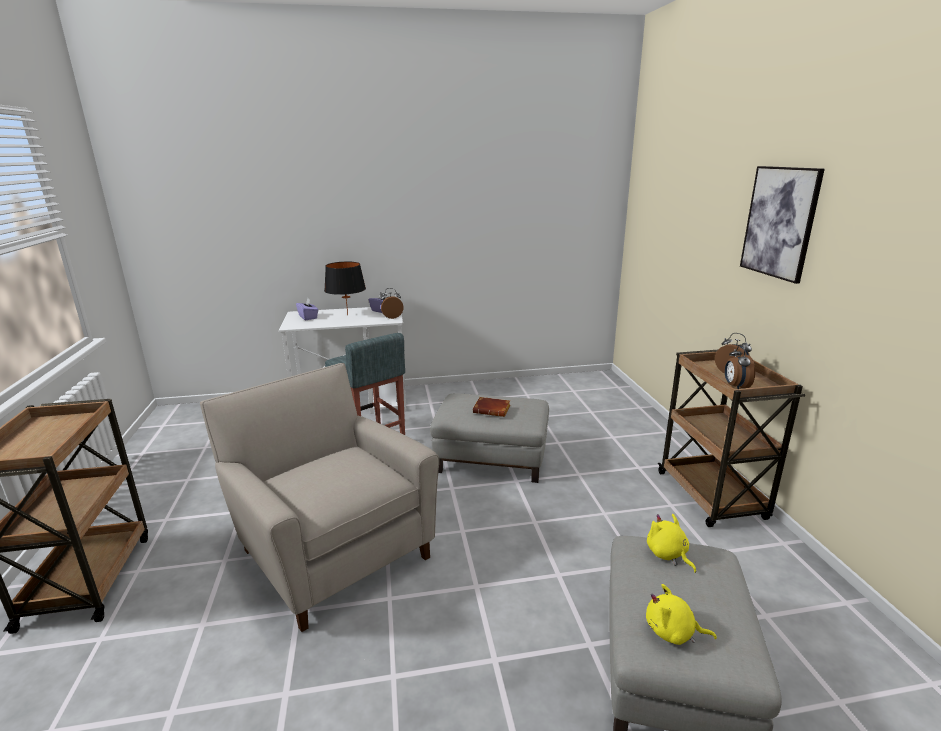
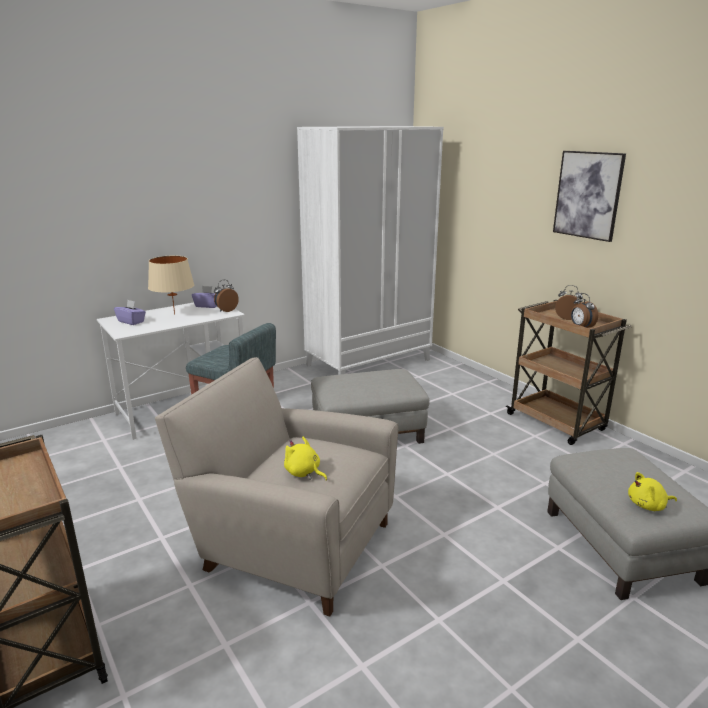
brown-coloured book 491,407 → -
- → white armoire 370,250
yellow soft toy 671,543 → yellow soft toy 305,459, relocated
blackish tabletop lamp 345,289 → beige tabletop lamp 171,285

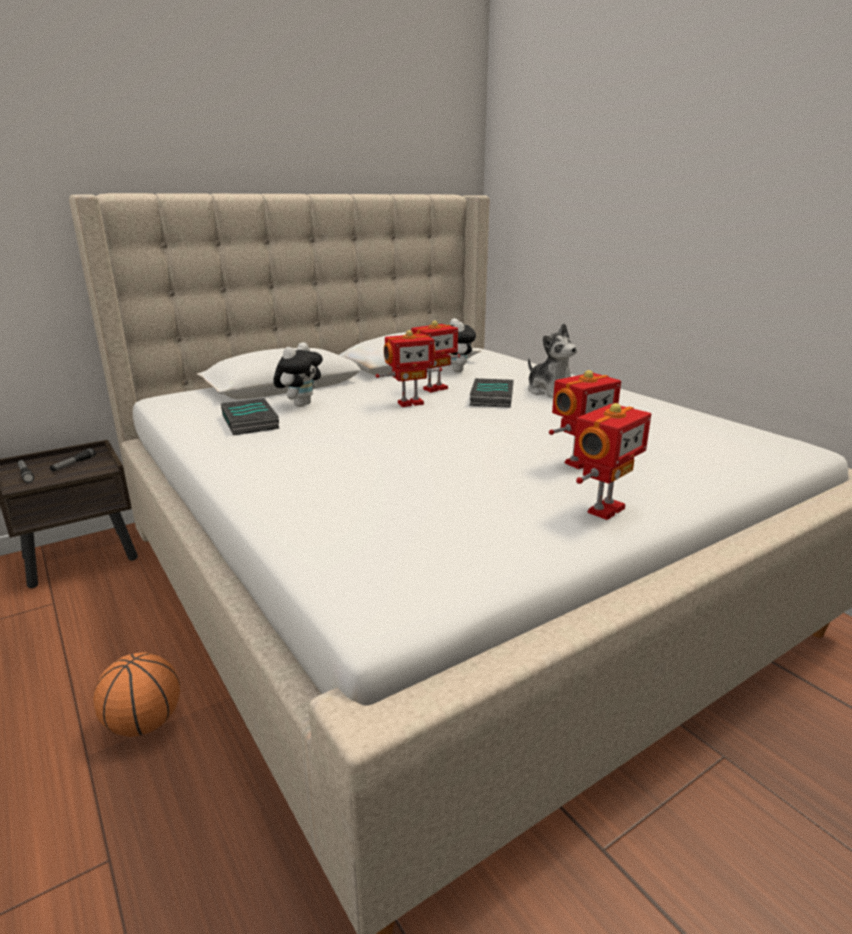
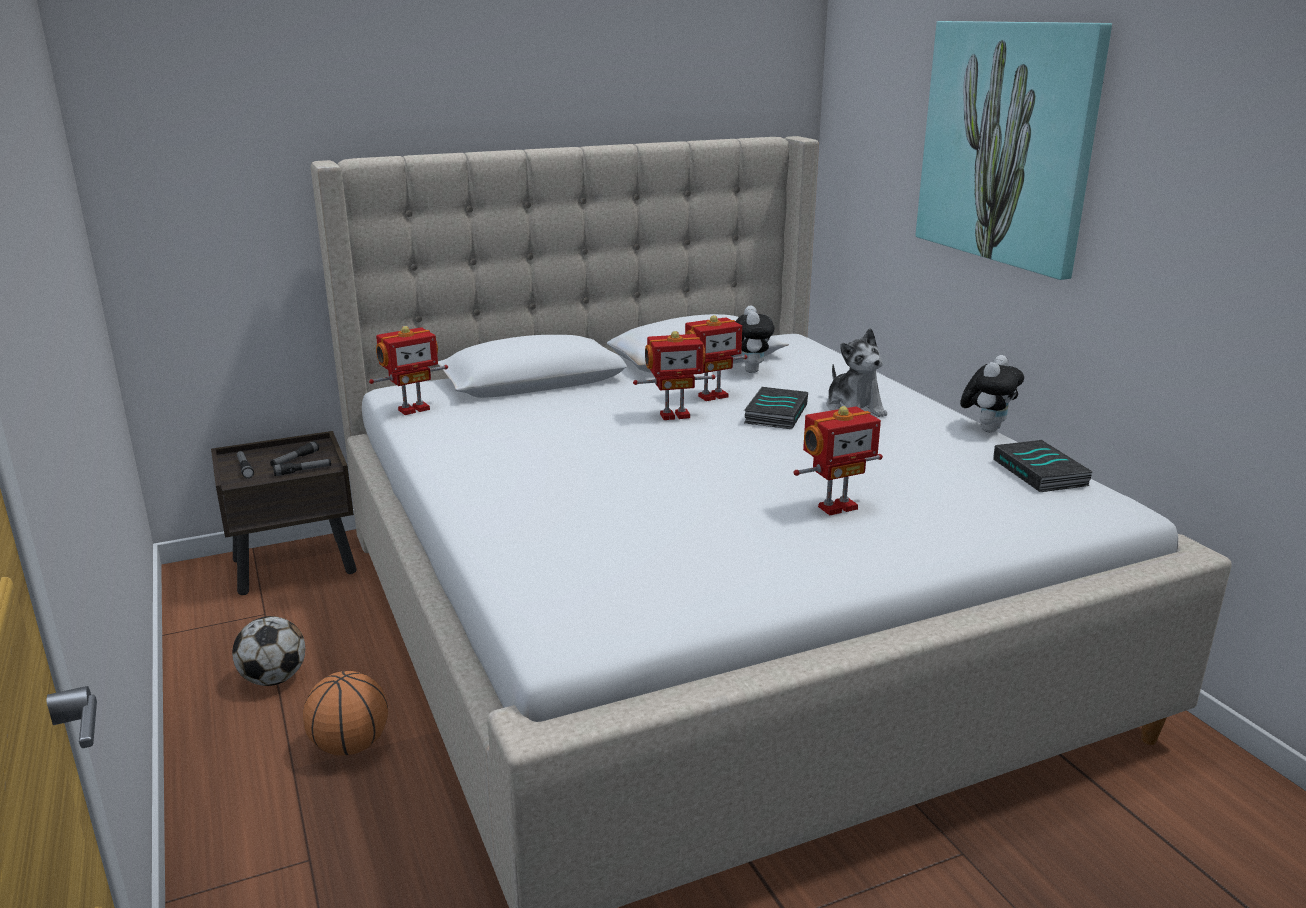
- → ball for football 268,651
- → hand torch 302,467
- → picture 1014,150
book 250,416 → book 1043,466, relocated
soft toy 298,374 → soft toy 992,394, relocated
robot figure 612,461 → robot figure 408,370, relocated

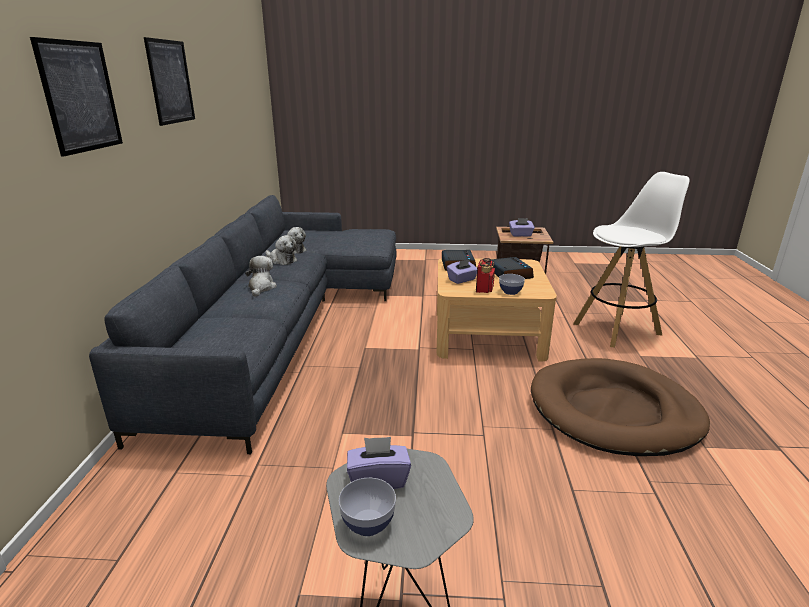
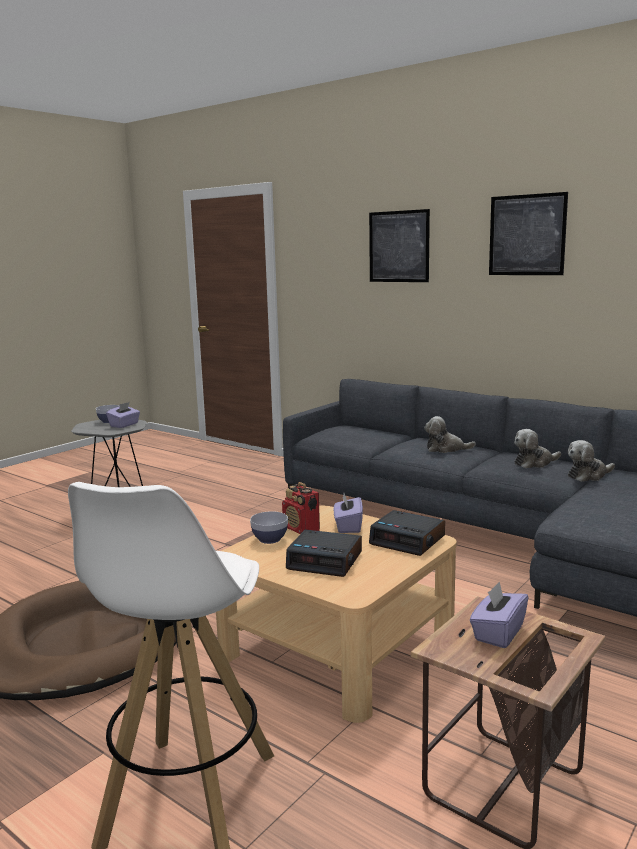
soft toy 261,276 → soft toy 450,434, 150 degrees clockwise

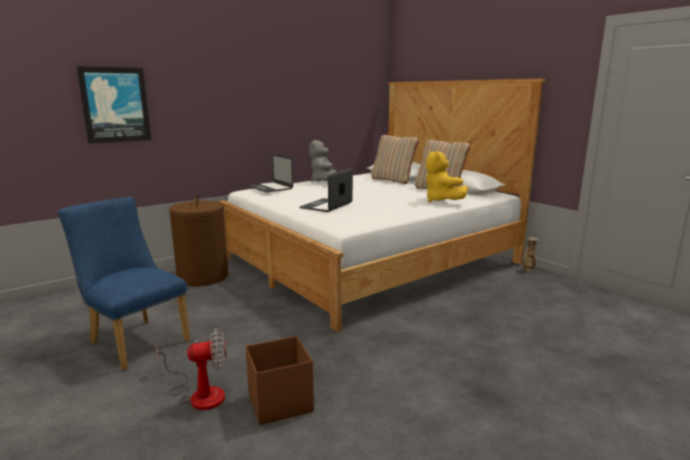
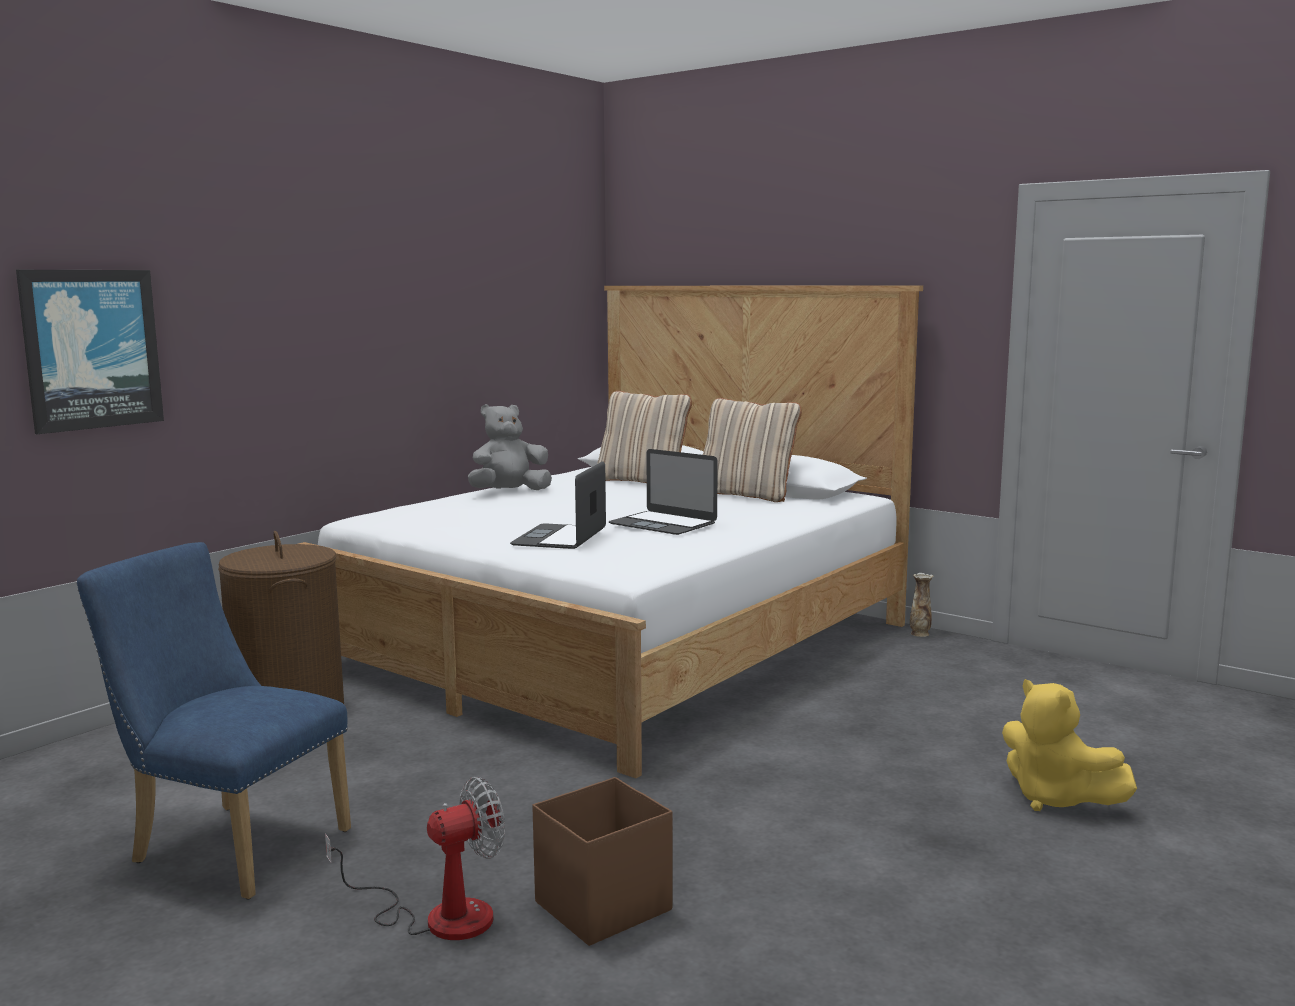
laptop 270,173 → laptop 663,492, relocated
yellow soft toy 447,177 → yellow soft toy 1069,745, relocated
greyish soft toy 323,161 → greyish soft toy 510,447, 75 degrees clockwise

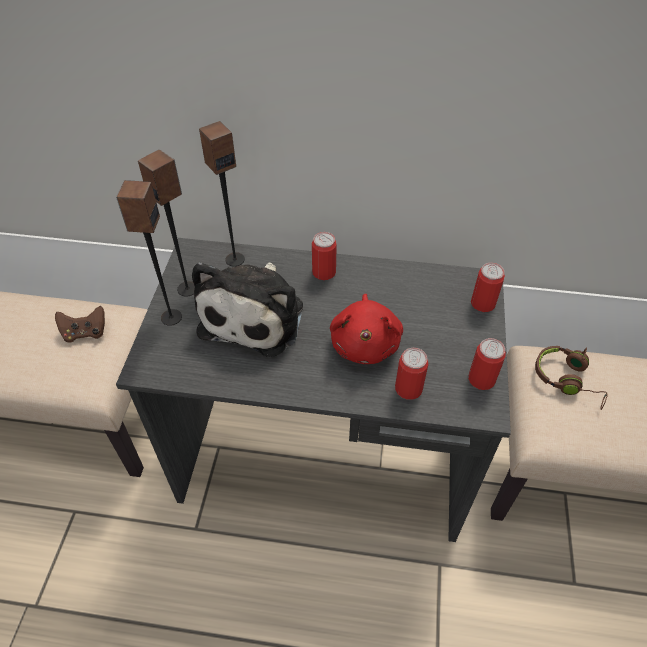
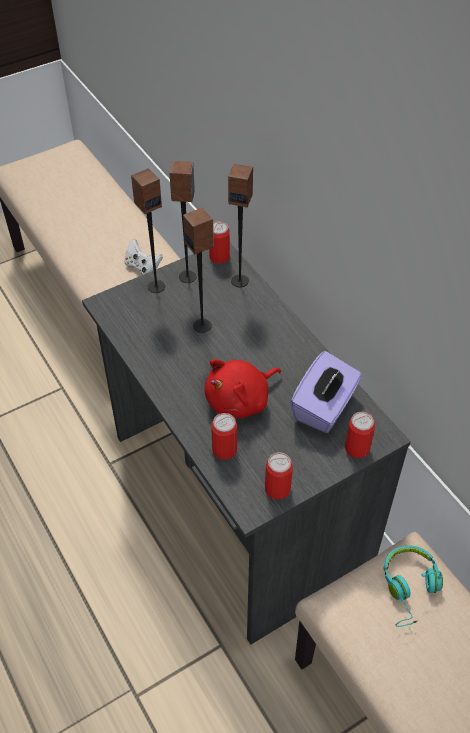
- → purple-coloured tissue box 326,392
sealed can 324,256 → sealed can 219,242, relocated
soft toy 247,309 → audio speaker 198,270
brown-coloured joypad 80,324 → white joypad 143,257
brown-coloured headset 571,378 → turquoise-coloured headset 413,586

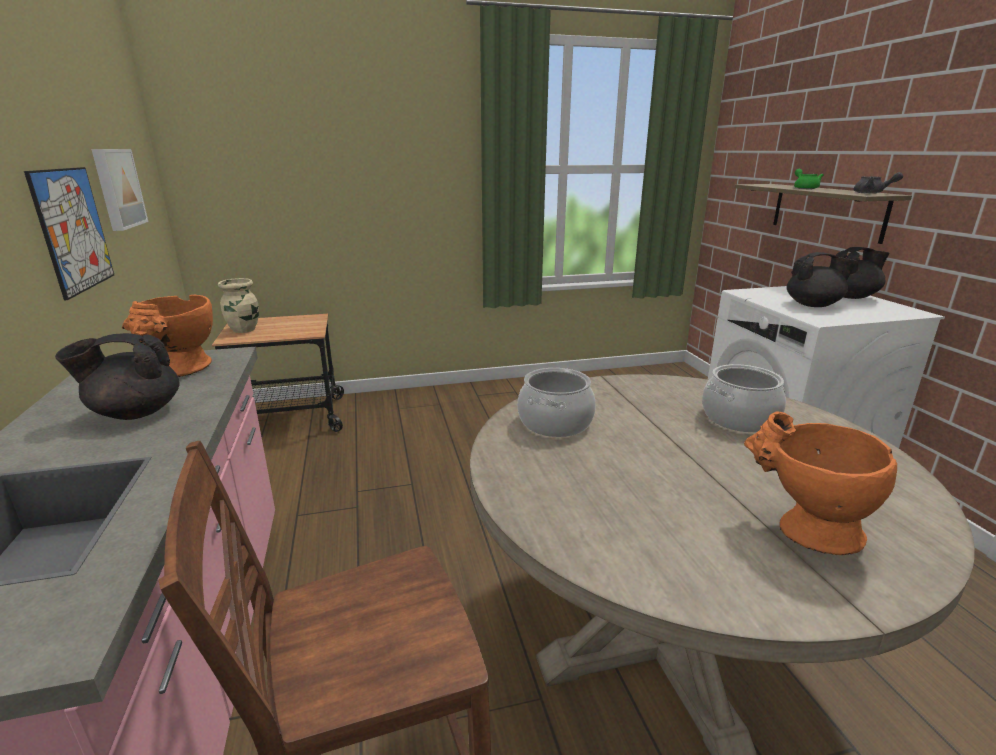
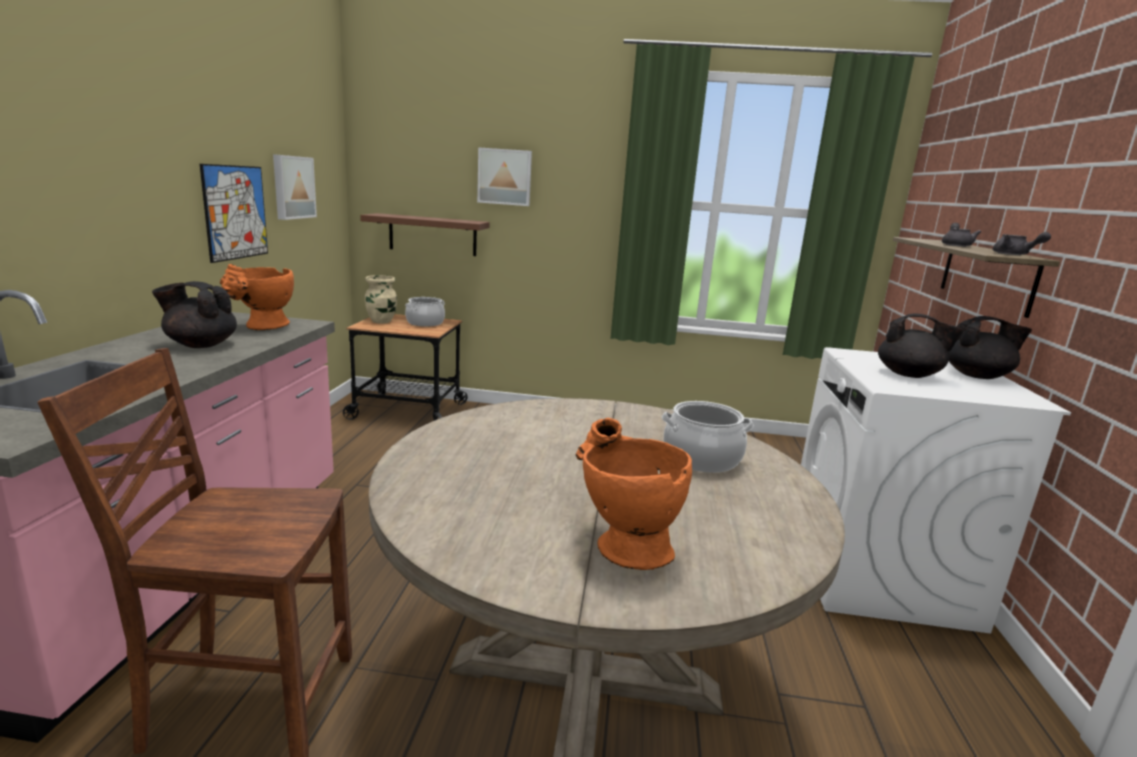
- → brown-coloured wall shelf 425,234
- → picture 504,176
stockpot 556,402 → stockpot 425,312, relocated
greenish pot for tea 809,179 → greyish pot for tea 961,235

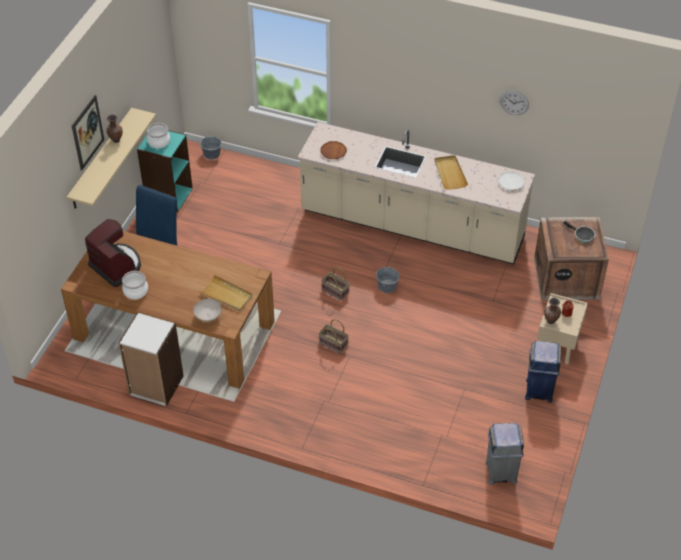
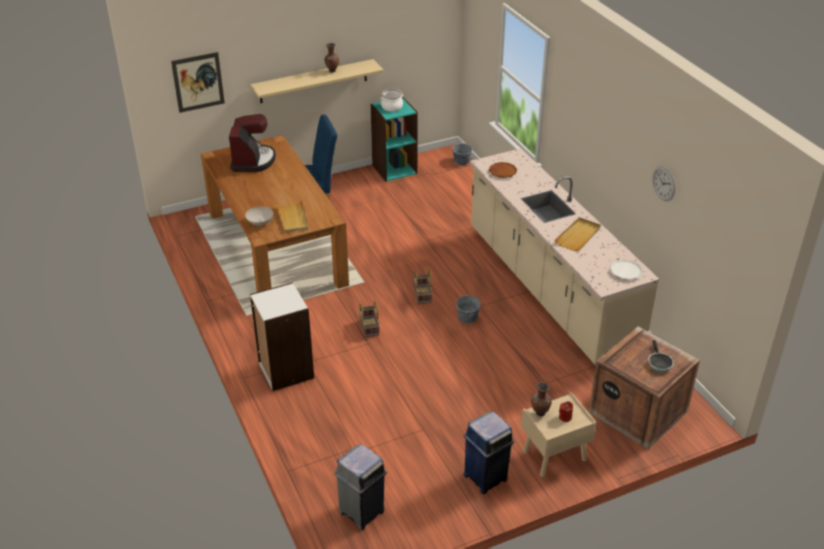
stockpot 135,285 → -
picture 88,133 → picture 198,82, relocated
white shelving unit 151,359 → white shelving unit 282,336, relocated

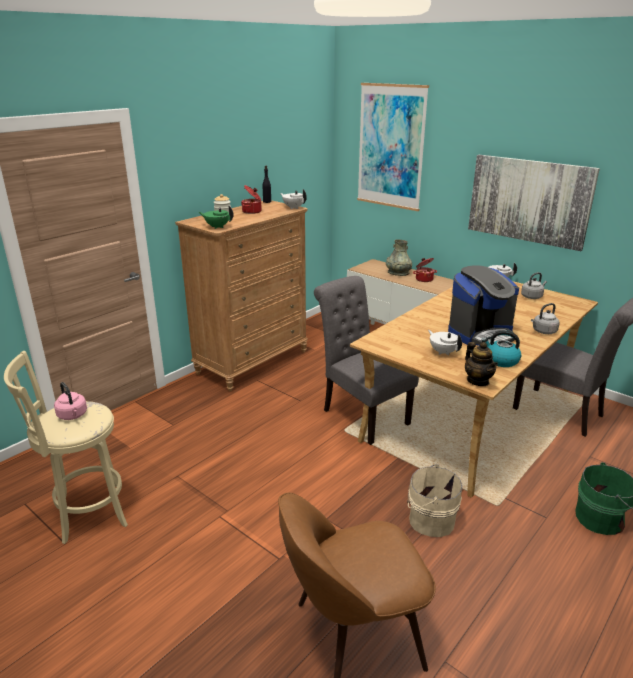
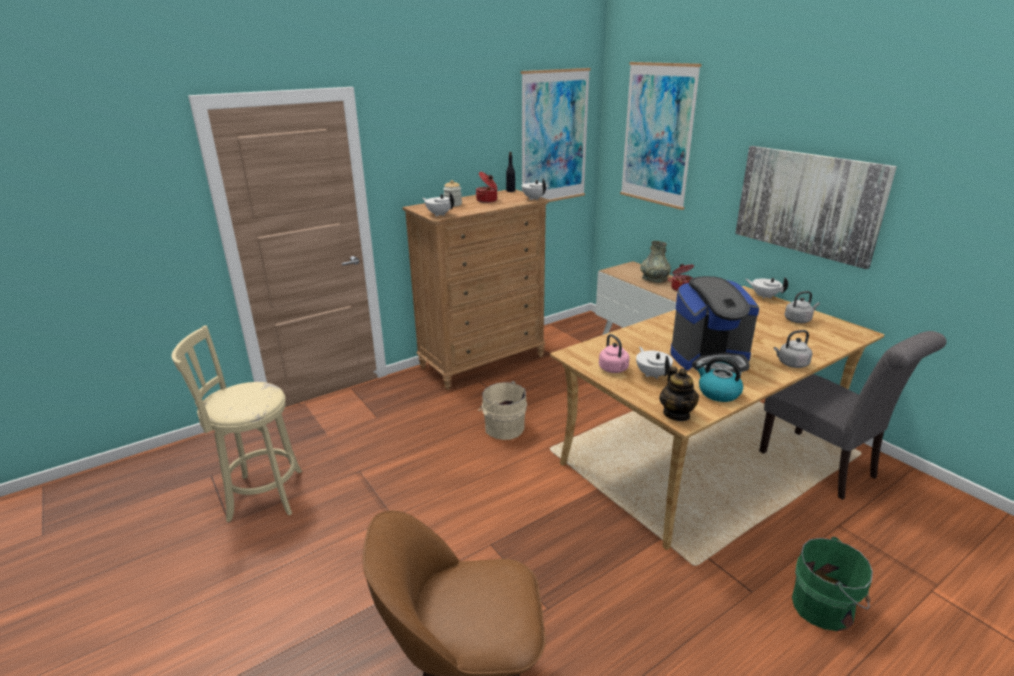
greyish upright chair 366,360 → -
- → picture 556,135
pinkish water kettle 70,401 → pinkish water kettle 614,353, relocated
beige pail 434,500 → beige pail 502,410, relocated
greenish pot for tea 216,217 → white pot for tea 438,204

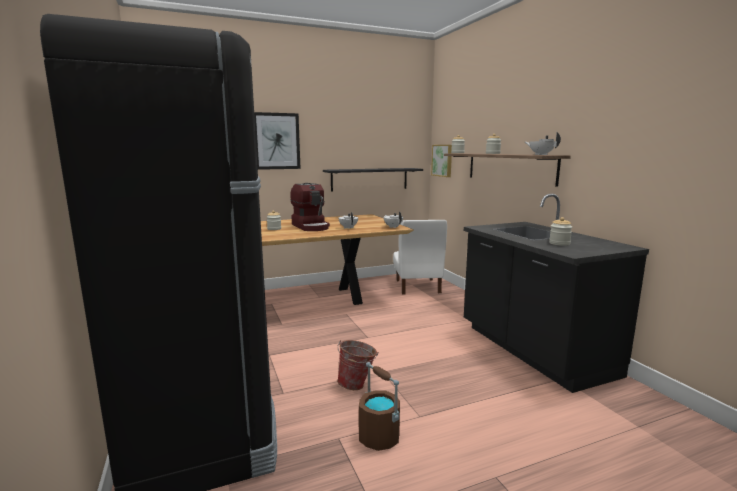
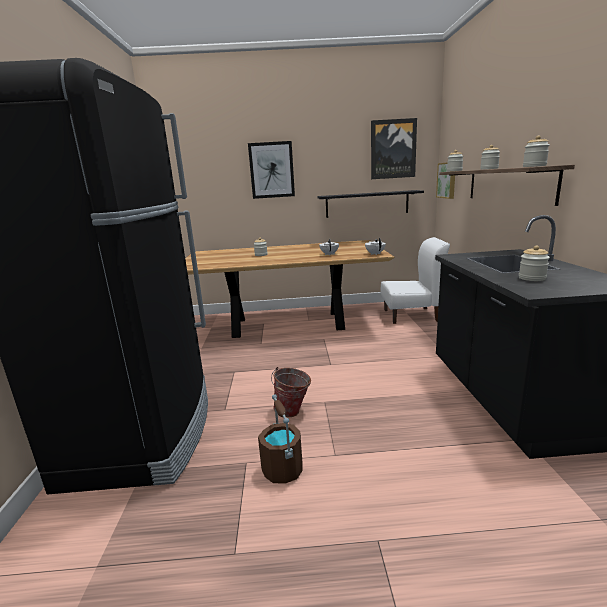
coffee machine 310,207 → -
- → picture 394,148
white pot for tea 543,143 → preserve jar 536,151
white upright chair 420,257 → white upright chair 415,280, 105 degrees counterclockwise

